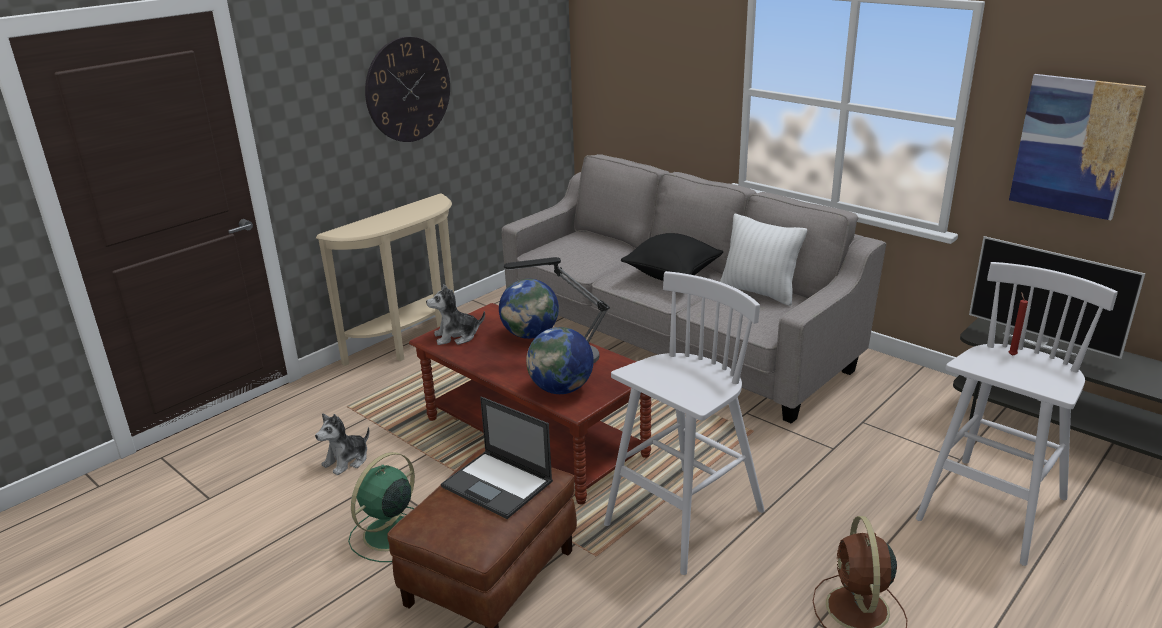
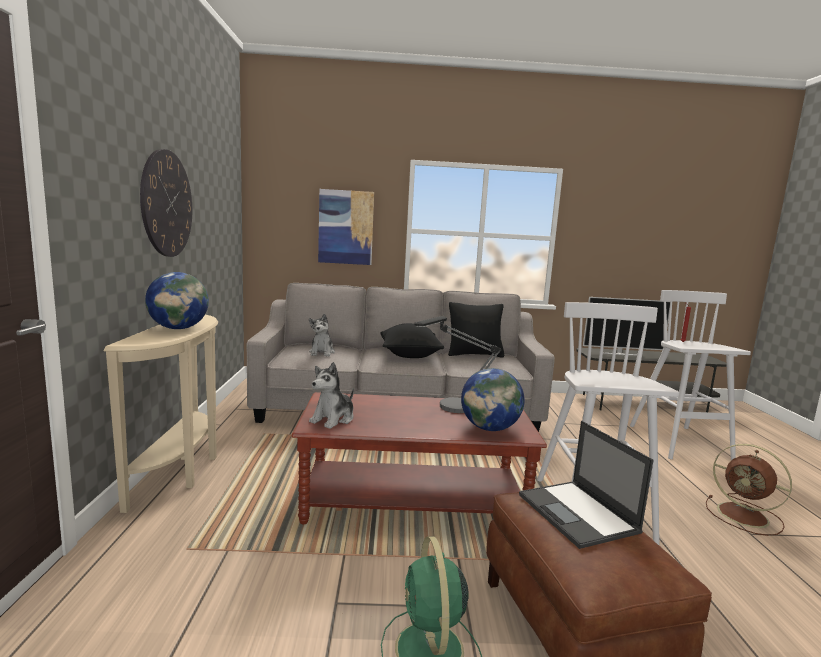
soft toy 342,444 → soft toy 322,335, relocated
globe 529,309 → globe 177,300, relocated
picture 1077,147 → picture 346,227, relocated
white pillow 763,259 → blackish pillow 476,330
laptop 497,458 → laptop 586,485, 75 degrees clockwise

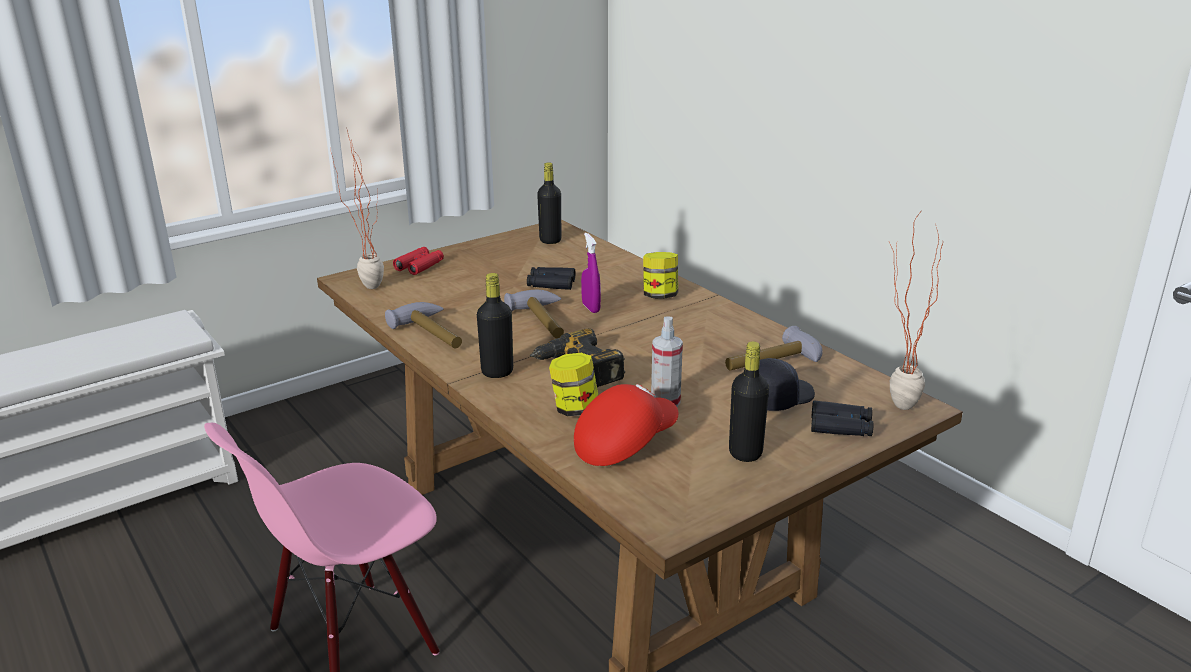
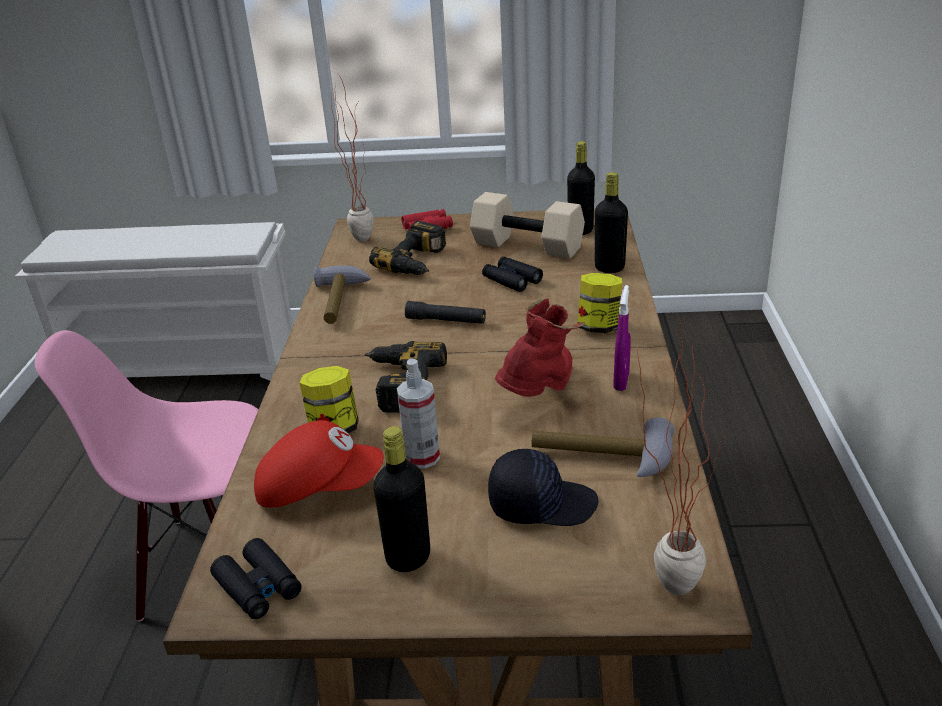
- → electric drill 407,248
- → beige dumbbell 527,225
- → red tall boot 540,347
blackish bottle 495,325 → blackish bottle 611,222, relocated
purple-coloured hand sprayer 591,273 → purple-coloured hand sprayer 622,338, relocated
blackish pair of binoculars 842,418 → blackish pair of binoculars 256,578, relocated
hammer 534,314 → blackish hand torch 445,312

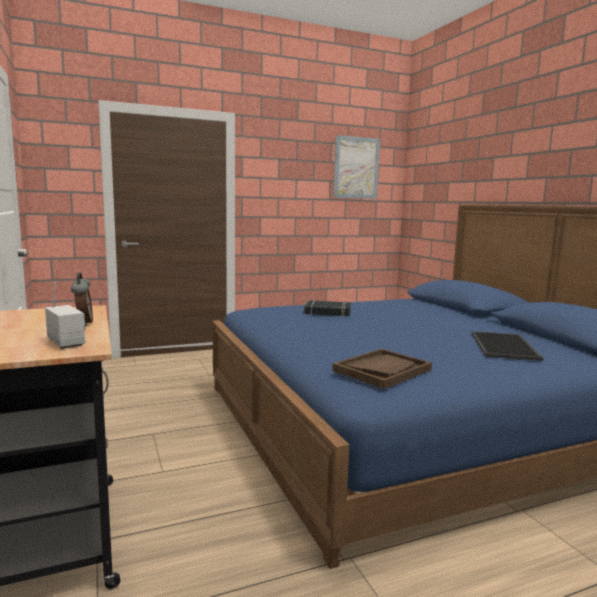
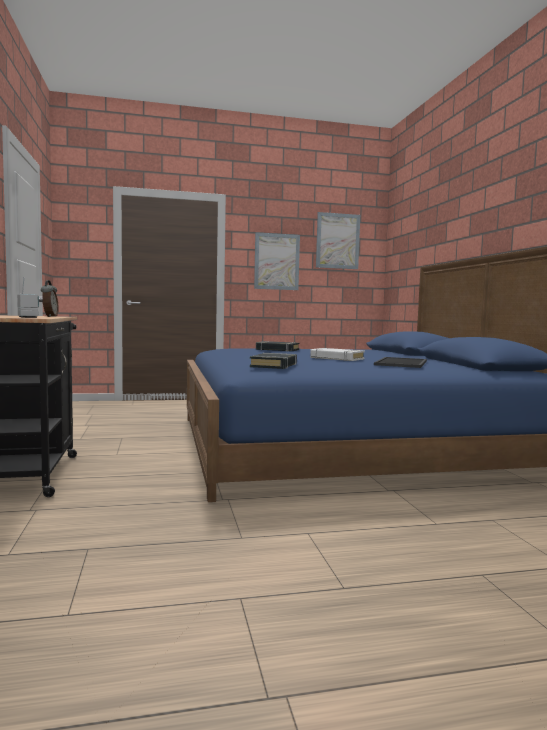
- → picture 277,261
- → white book 337,354
brown-coloured serving tray 382,369 → blackish book 273,361

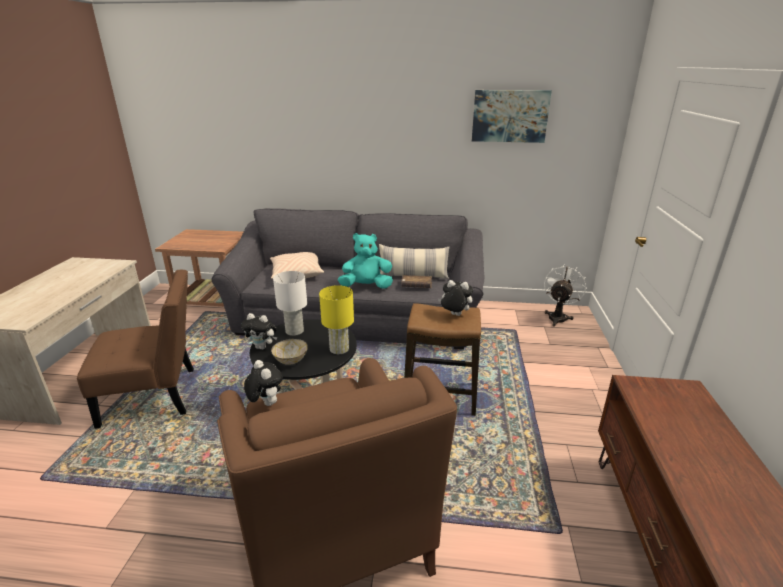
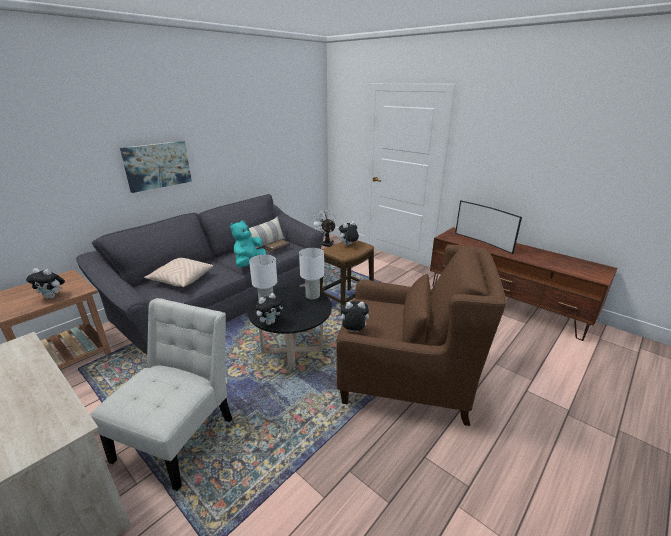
serving bowl 289,352 → -
- → soft toy 45,283
- → television 488,227
picture 512,116 → picture 156,167, relocated
brown-coloured upright chair 135,349 → white upright chair 161,394
yellow tabletop lamp 336,319 → white tabletop lamp 311,274

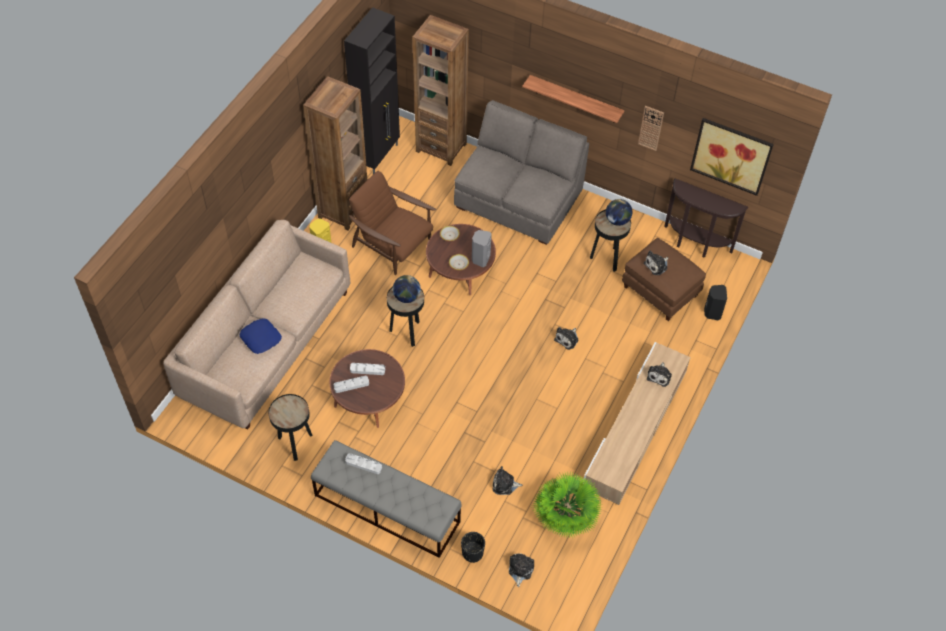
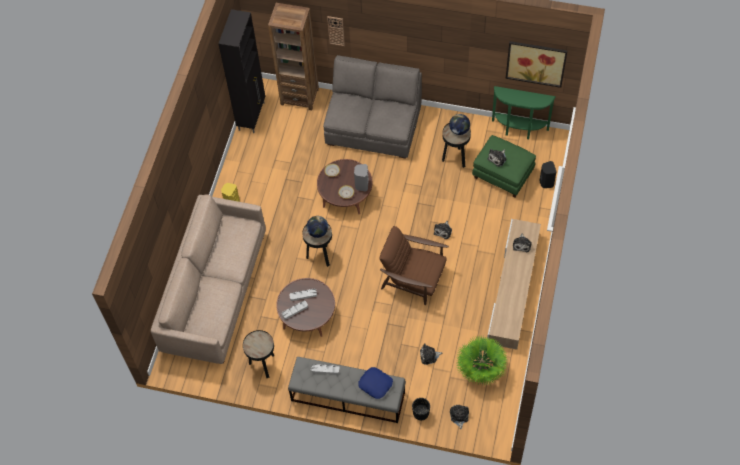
brown-coloured shelving unit 335,153 → -
wall shelf 573,99 → -
blue-coloured pillow 261,336 → blue-coloured pillow 375,383, relocated
brown-coloured armchair 392,223 → brown-coloured armchair 414,265, relocated
wall clock 651,128 → wall clock 336,31, relocated
brown-coloured footrest 664,279 → greenish footrest 504,166
brown-coloured console table 706,218 → greenish console table 524,112

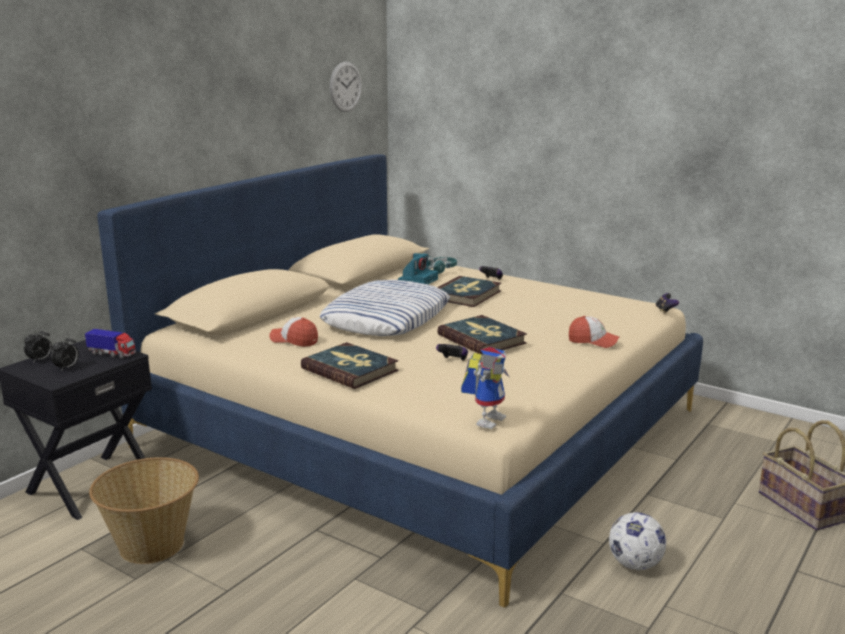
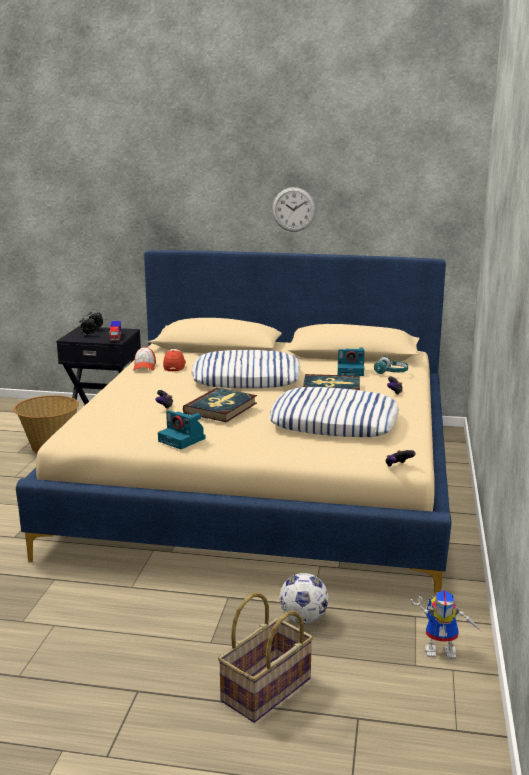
book 349,365 → -
- → photo camera 182,429
- → pillow 334,412
wall clock 346,87 → wall clock 294,209, relocated
robot figure 485,388 → robot figure 446,624, relocated
baseball cap 594,332 → baseball cap 144,358, relocated
ball for football 637,541 → ball for football 304,598, relocated

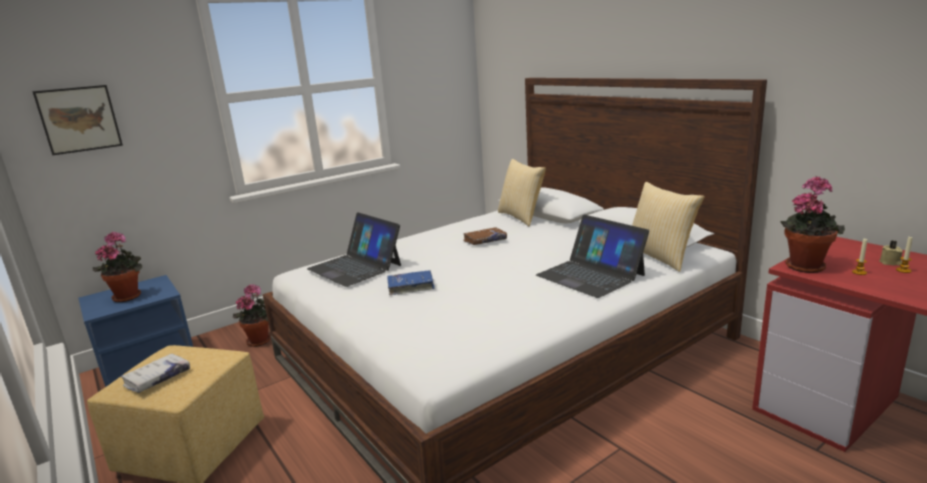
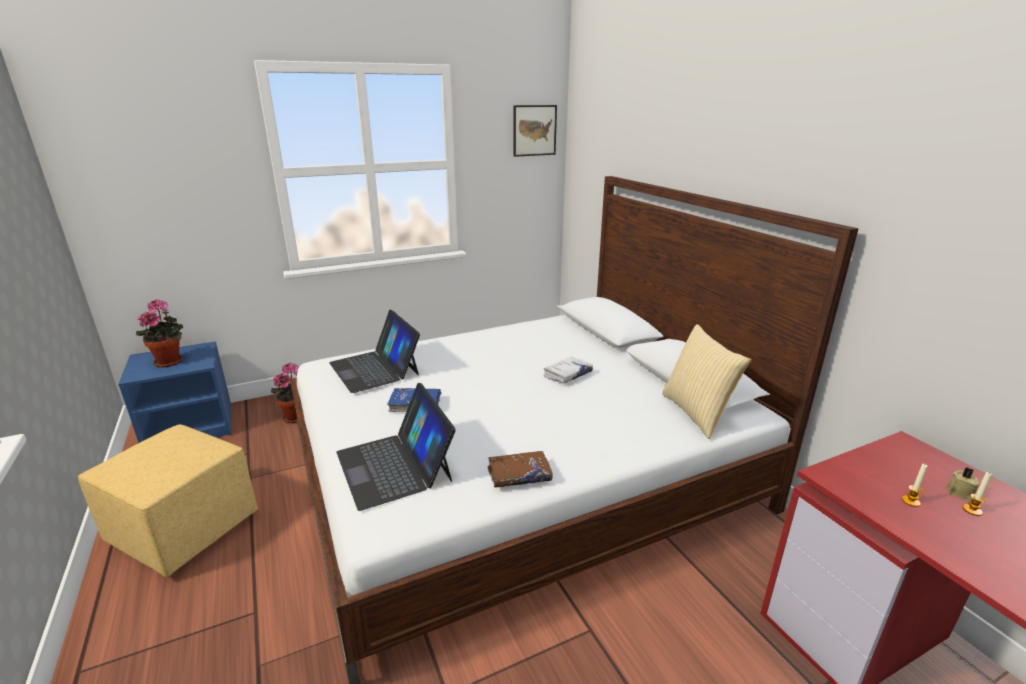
pillow 522,192 → -
potted plant 812,224 → -
picture 77,120 → picture 535,131, relocated
white book 155,373 → white book 568,370, relocated
brown-coloured book 485,236 → brown-coloured book 520,469, relocated
laptop 592,256 → laptop 396,447, relocated

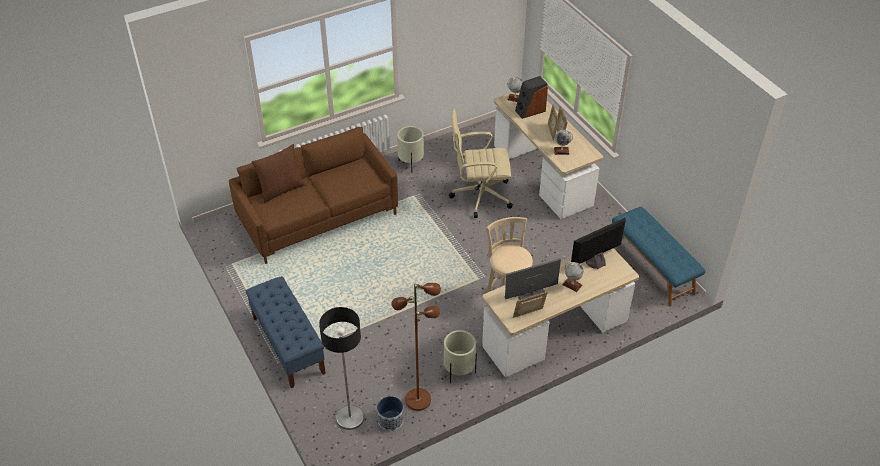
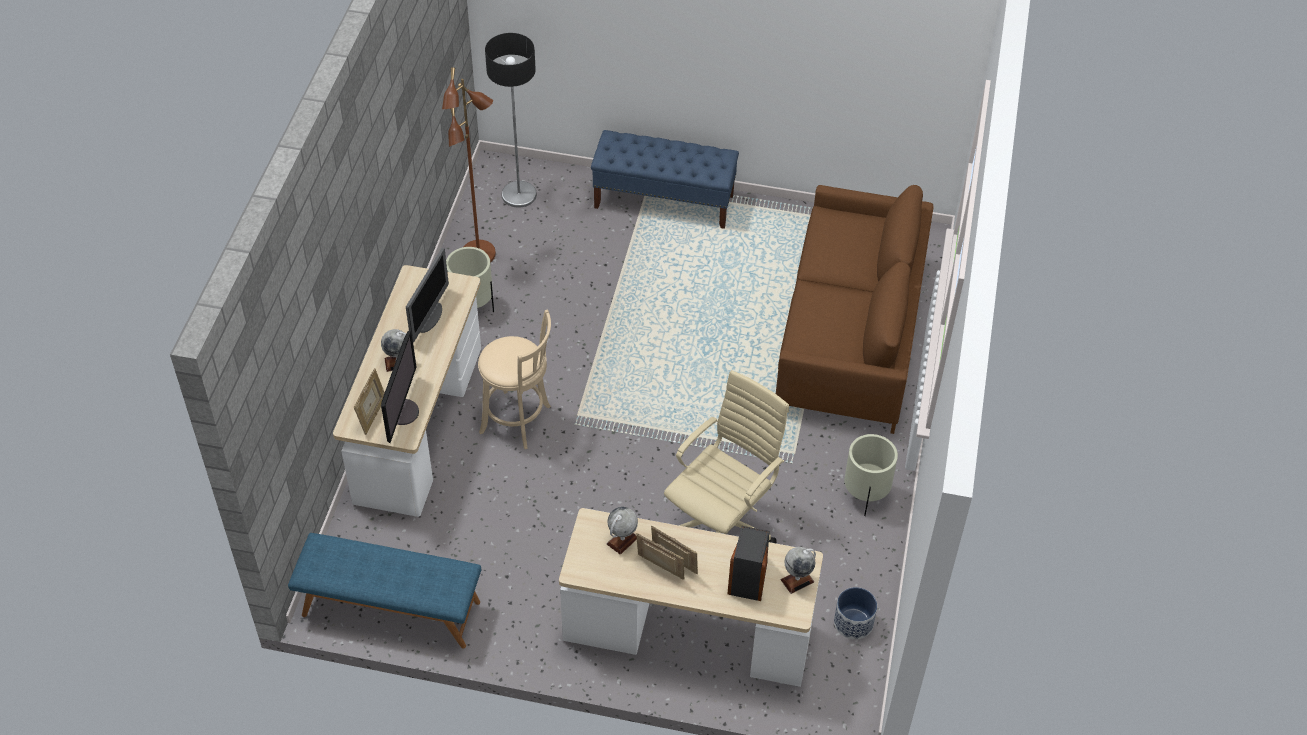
brown-coloured pillow 279,173 → -
flower pot 390,413 → flower pot 855,613, relocated
photo frame 530,305 → photo frame 369,401, relocated

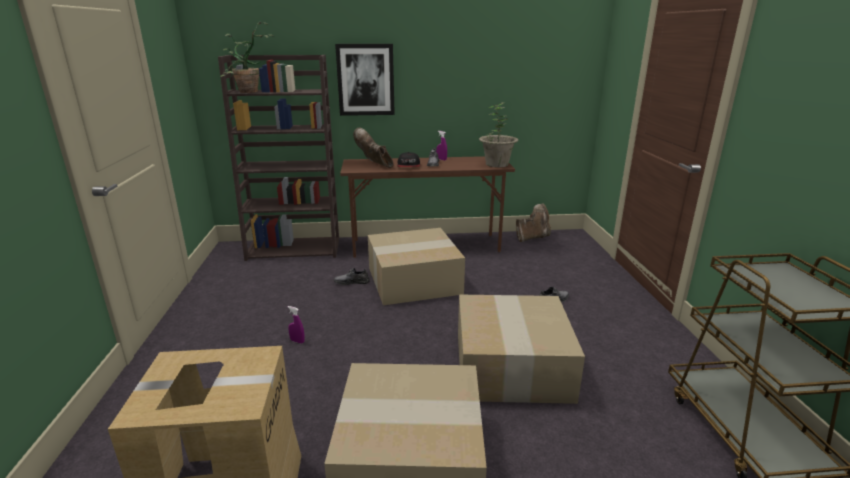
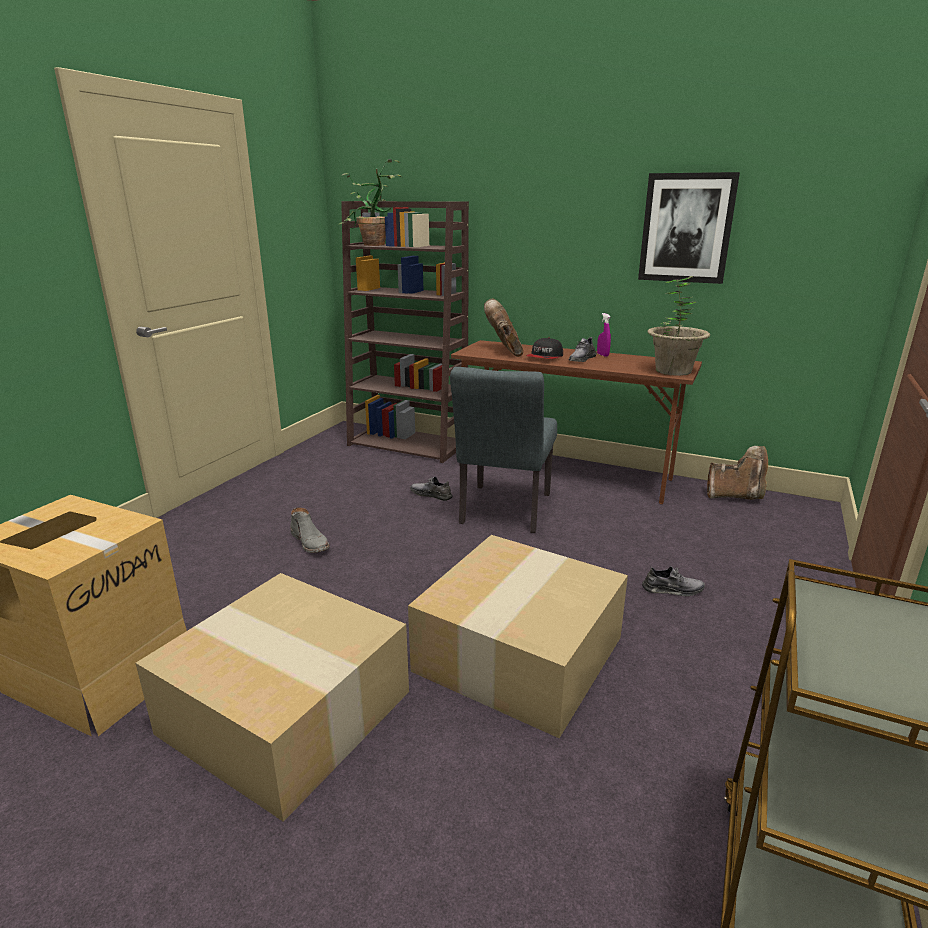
picture 365,80 → picture 689,228, relocated
purple-coloured hand sprayer 296,324 → greyish tall boot 310,530
cardboard box 416,266 → greyish upright chair 503,450

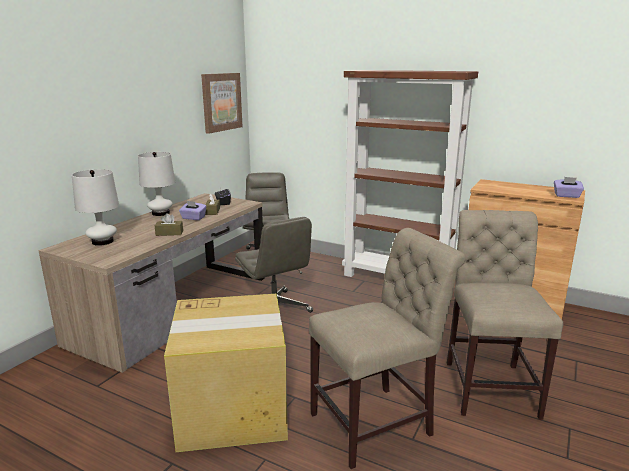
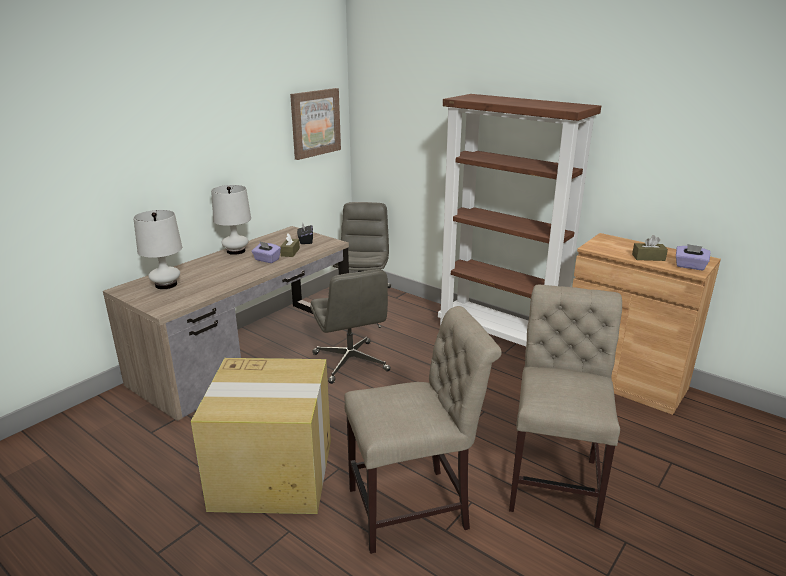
brown-coloured tissue box 169,224 → brown-coloured tissue box 650,248, relocated

